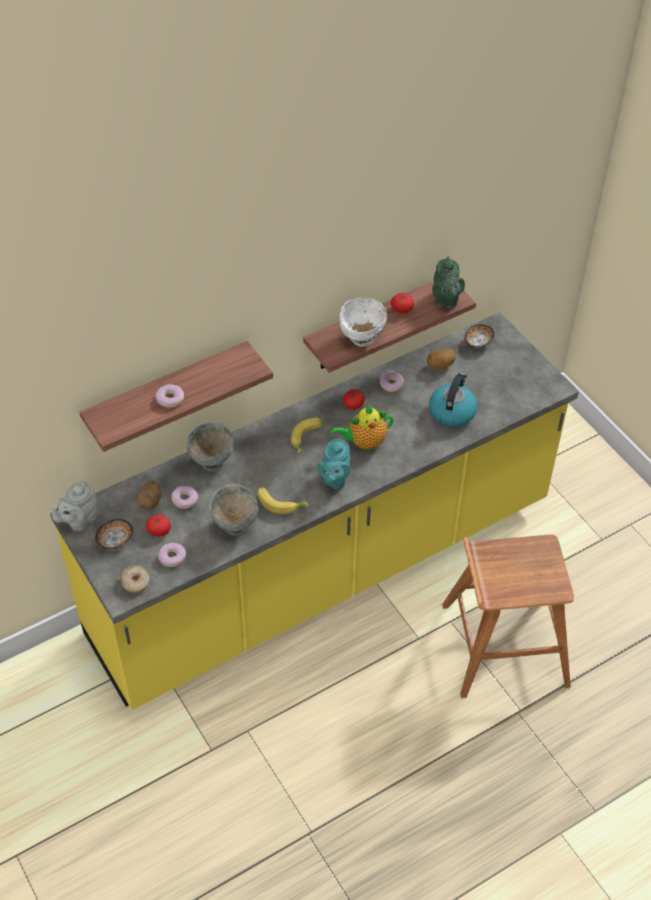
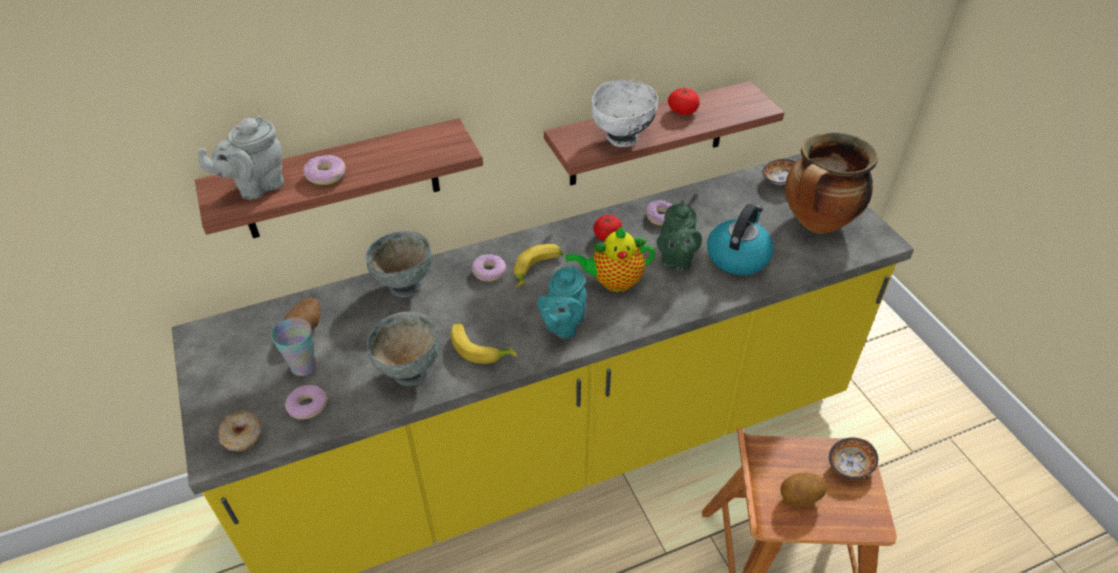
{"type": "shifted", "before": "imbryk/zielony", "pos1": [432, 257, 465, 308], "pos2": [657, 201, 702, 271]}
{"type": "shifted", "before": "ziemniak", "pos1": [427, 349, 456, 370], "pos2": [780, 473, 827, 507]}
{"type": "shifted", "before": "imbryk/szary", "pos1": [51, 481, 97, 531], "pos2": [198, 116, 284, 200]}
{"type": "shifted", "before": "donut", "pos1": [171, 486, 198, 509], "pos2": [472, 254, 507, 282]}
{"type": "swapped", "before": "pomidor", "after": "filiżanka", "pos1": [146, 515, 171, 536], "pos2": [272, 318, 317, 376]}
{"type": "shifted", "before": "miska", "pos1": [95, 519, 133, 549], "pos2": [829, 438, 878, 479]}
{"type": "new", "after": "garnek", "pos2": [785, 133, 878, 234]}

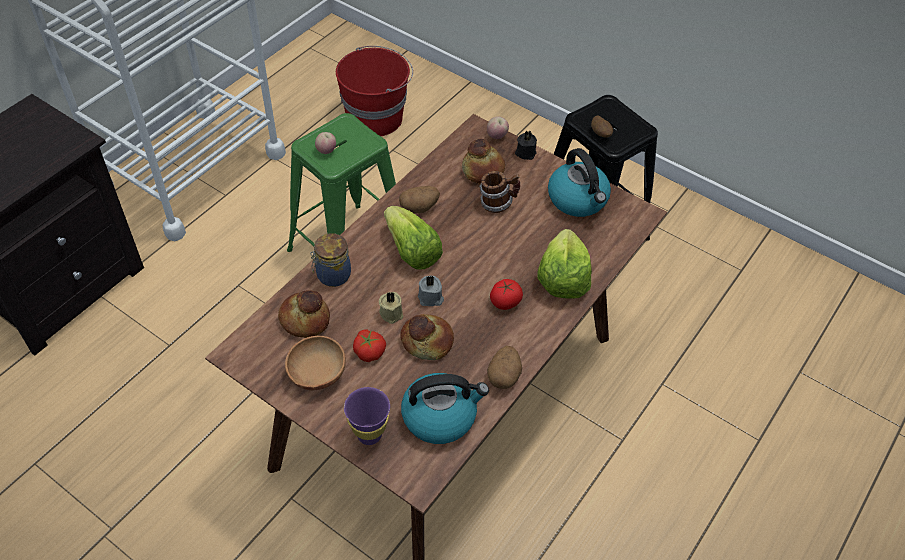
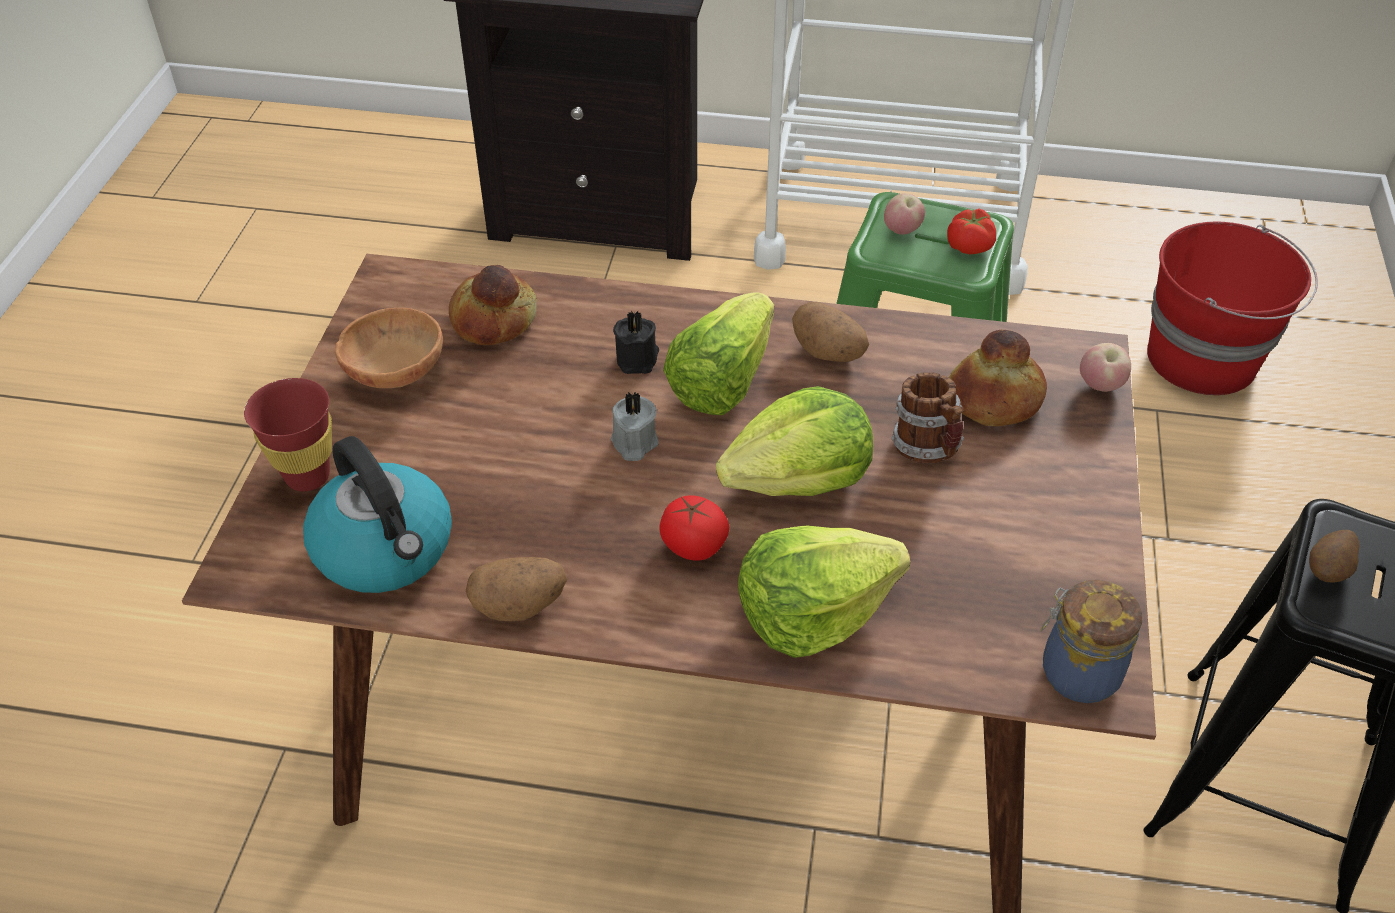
{"type": "shifted", "before": "świeca/czarny", "pos1": [515, 130, 537, 160], "pos2": [613, 311, 659, 374]}
{"type": "gone", "before": "czajnik", "pos1": [548, 148, 611, 217]}
{"type": "shifted", "before": "słoik", "pos1": [310, 233, 351, 287], "pos2": [1040, 580, 1142, 703]}
{"type": "gone", "before": "świeca/beżowy", "pos1": [379, 292, 403, 324]}
{"type": "gone", "before": "chleb", "pos1": [400, 314, 454, 360]}
{"type": "shifted", "before": "pomidor", "pos1": [353, 329, 386, 362], "pos2": [947, 209, 996, 255]}
{"type": "repainted", "before": "filiżanka/fioletowy", "after": "filiżanka/czerwony", "pos1": [344, 387, 390, 445], "pos2": [244, 378, 332, 491]}
{"type": "new", "after": "sałata", "pos2": [716, 386, 873, 496]}

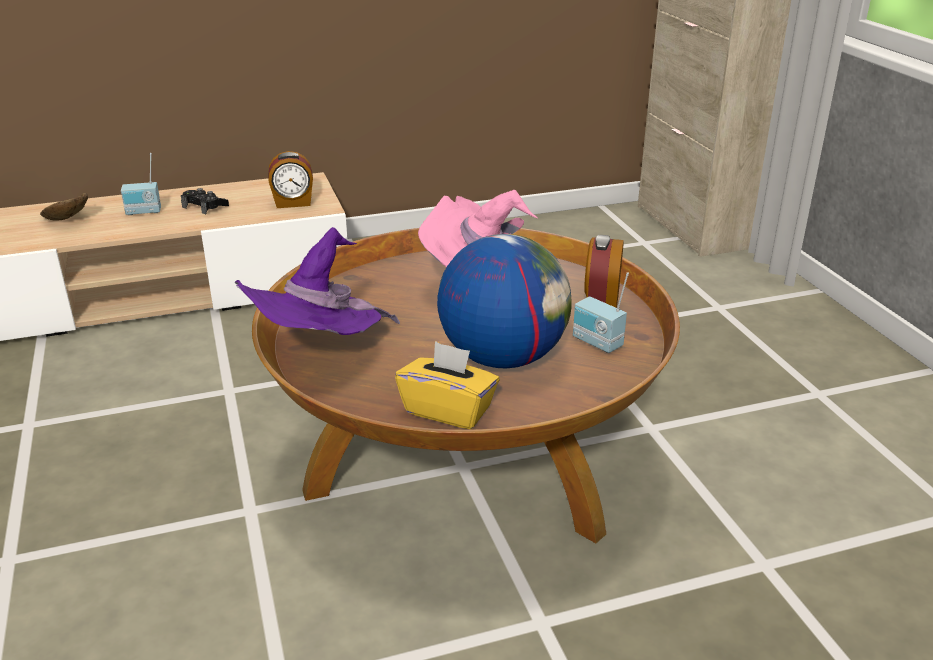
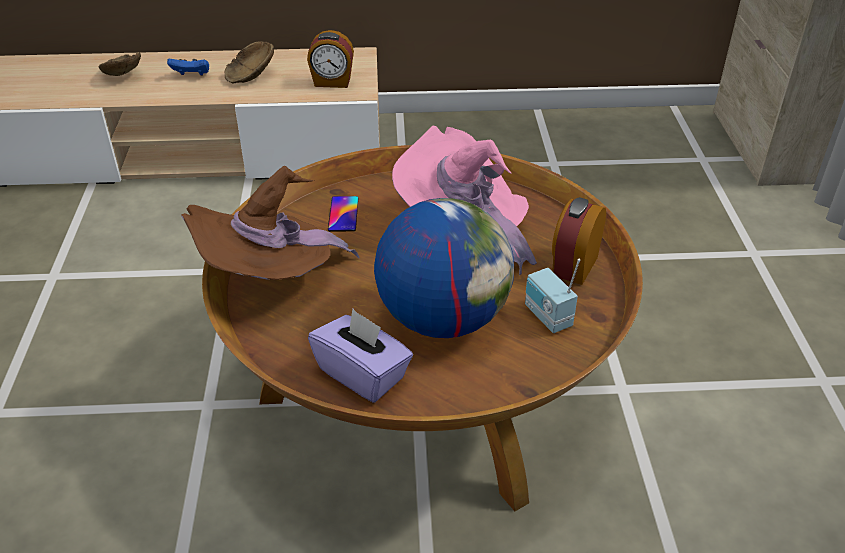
{"type": "swapped", "before": "radio", "after": "pad do gier/niebieski", "pos1": [121, 153, 161, 215], "pos2": [167, 59, 209, 75]}
{"type": "swapped", "before": "pad do gier/czarny", "after": "miska/brązowy", "pos1": [181, 188, 229, 214], "pos2": [225, 41, 274, 84]}
{"type": "repainted", "before": "kapelusz/fioletowy", "after": "kapelusz/brązowy", "pos1": [234, 227, 400, 335], "pos2": [181, 166, 360, 280]}
{"type": "repainted", "before": "pudełko chusteczek/żółty", "after": "pudełko chusteczek/fioletowy", "pos1": [395, 341, 499, 429], "pos2": [308, 308, 413, 402]}
{"type": "new", "after": "telefon", "pos2": [328, 196, 358, 231]}

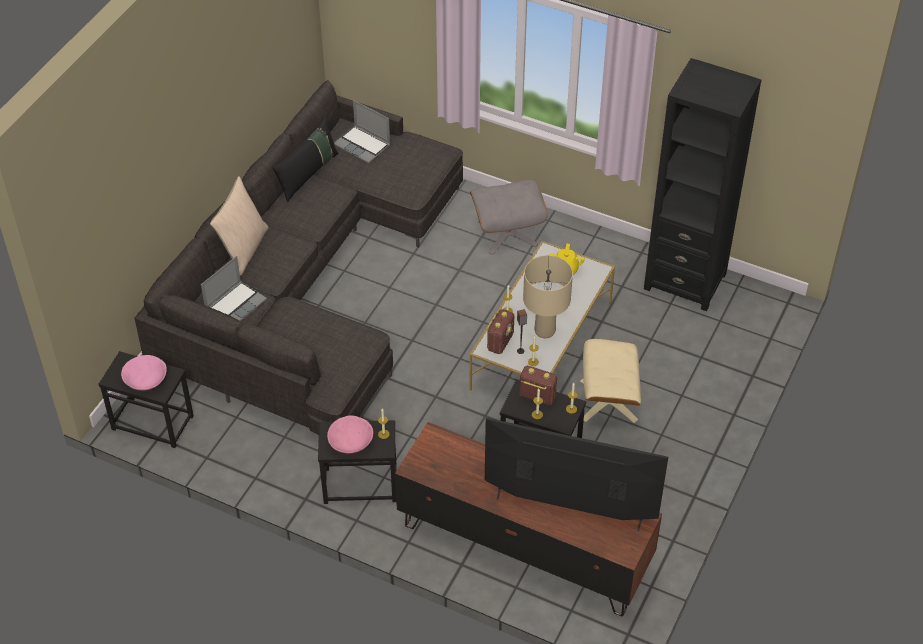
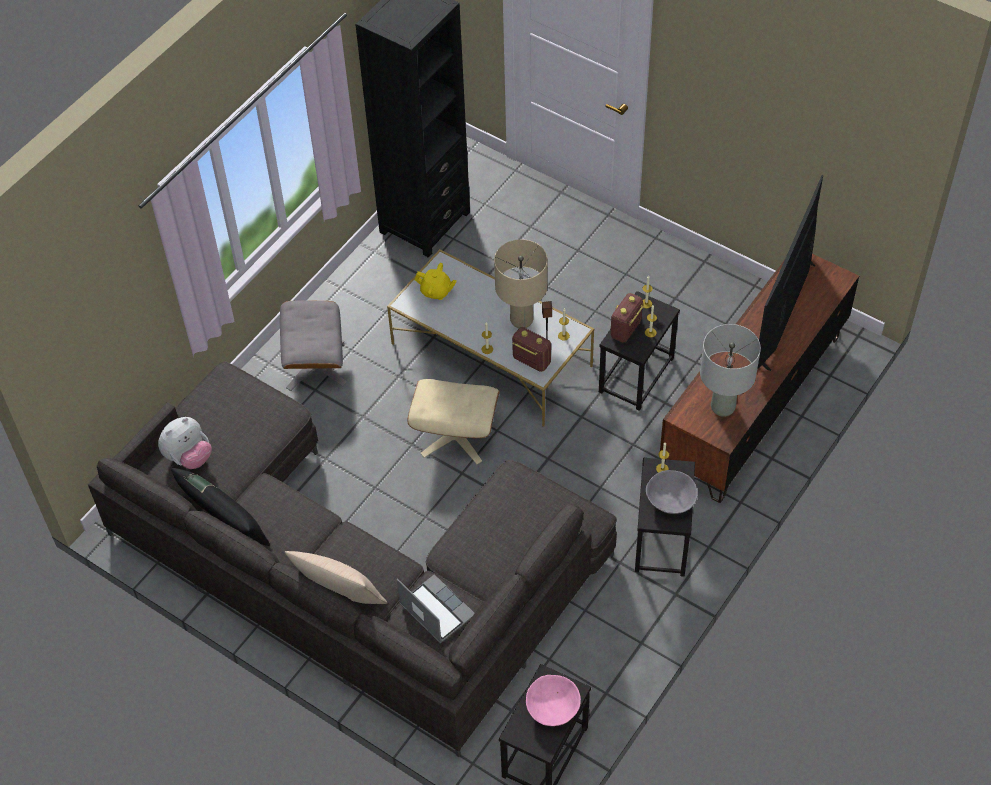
{"type": "swapped", "before": "laptop", "after": "pluszak", "pos1": [334, 100, 391, 163], "pos2": [158, 417, 212, 469]}
{"type": "shifted", "before": "pufa/beżowy", "pos1": [580, 339, 641, 423], "pos2": [407, 379, 500, 464]}
{"type": "repainted", "before": "miska/różowy", "after": "miska/szary", "pos1": [327, 415, 373, 453], "pos2": [646, 470, 698, 514]}
{"type": "new", "after": "lampa stołowa/szary", "pos2": [700, 324, 761, 417]}

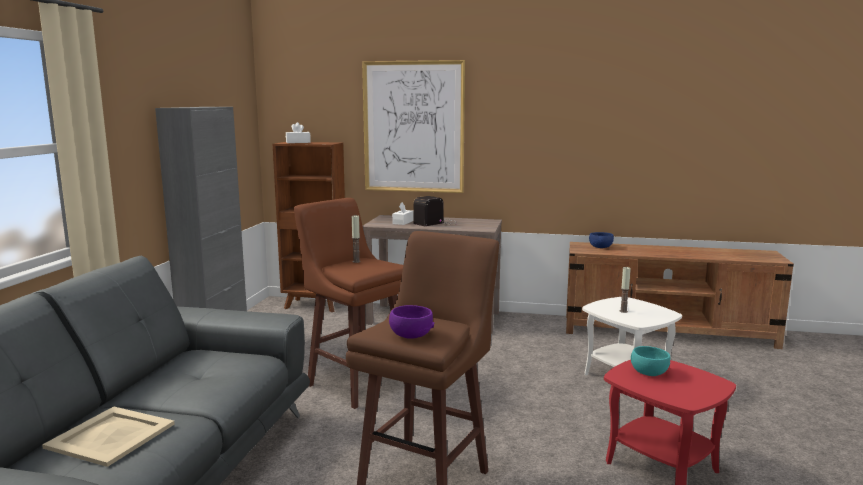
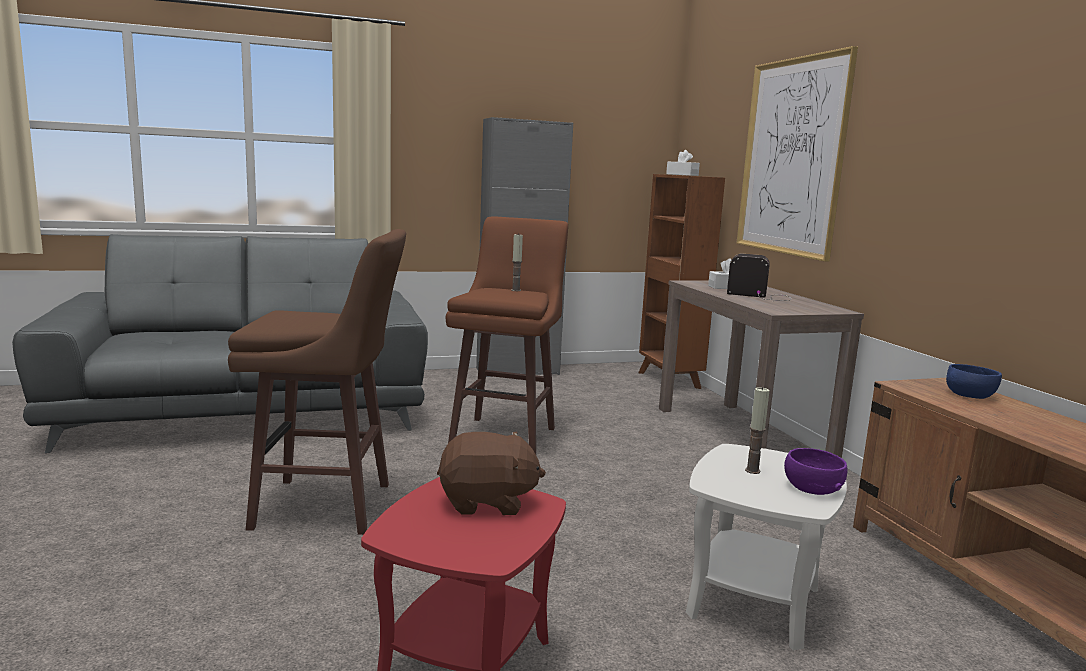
{"type": "shifted", "before": "miska/fioletowy", "pos1": [389, 305, 435, 339], "pos2": [784, 448, 848, 495]}
{"type": "swapped", "before": "miska/turkusowy", "after": "pluszak/brązowy", "pos1": [631, 346, 670, 376], "pos2": [437, 432, 546, 515]}
{"type": "gone", "before": "taca/beżowy", "pos1": [42, 407, 175, 467]}

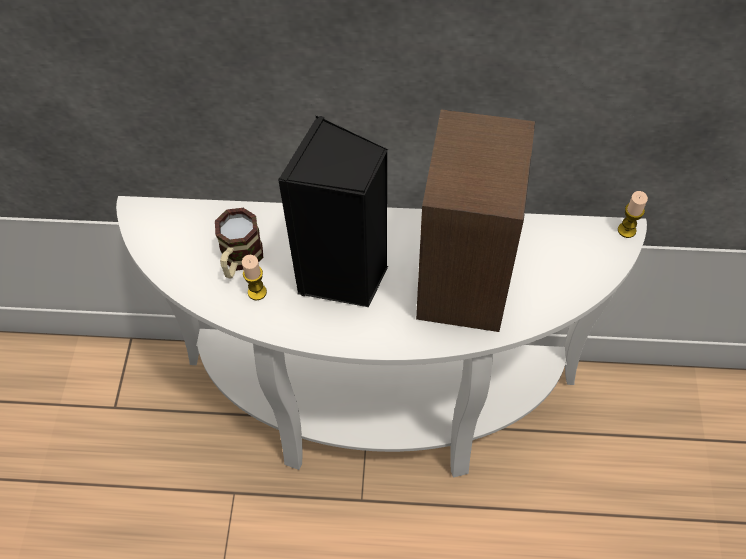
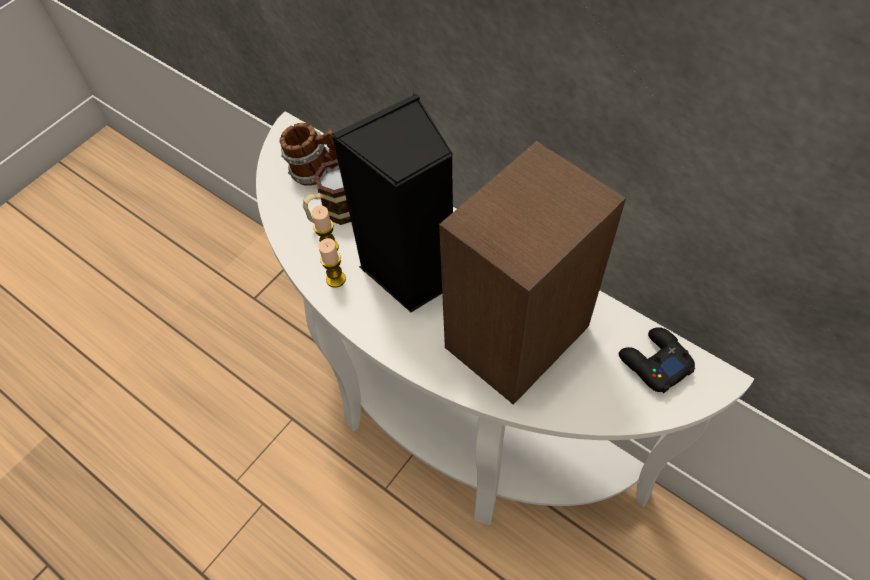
{"type": "shifted", "before": "świeca", "pos1": [618, 191, 648, 238], "pos2": [319, 238, 346, 288]}
{"type": "new", "after": "kubek", "pos2": [279, 123, 337, 186]}
{"type": "new", "after": "pad do gier/czarny", "pos2": [619, 327, 695, 393]}

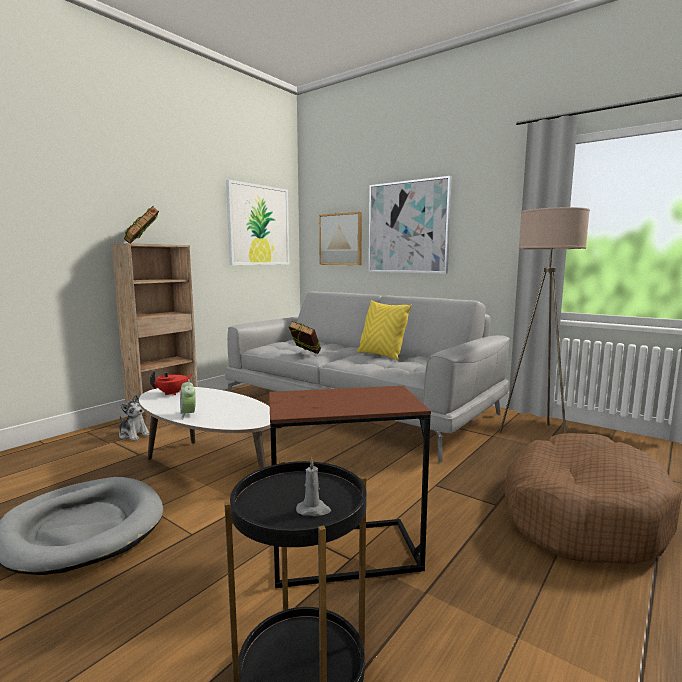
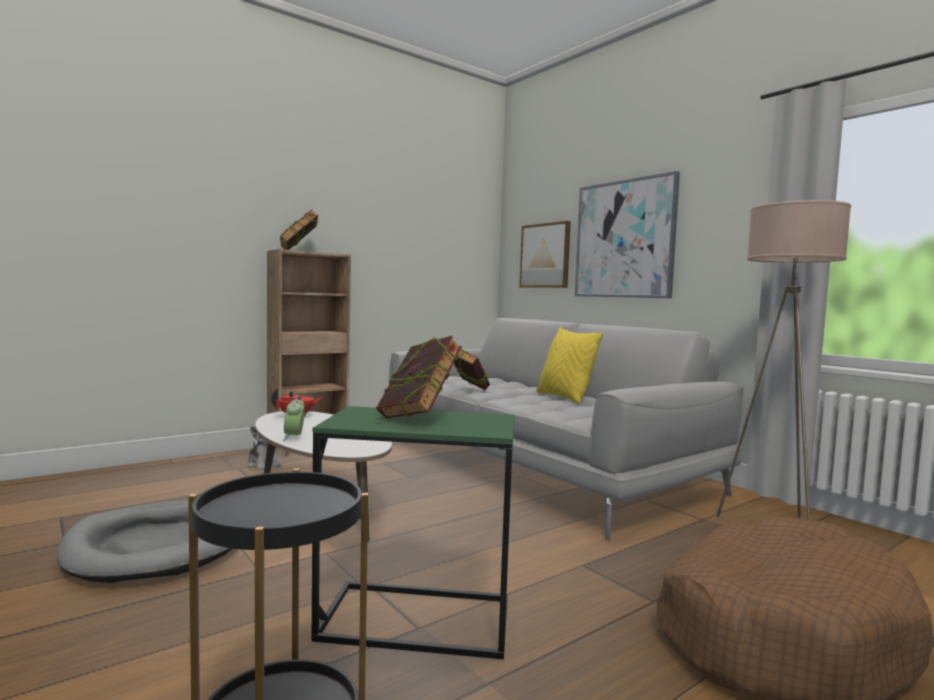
{"type": "gone", "before": "obraz", "pos1": [226, 180, 289, 265]}
{"type": "repainted", "before": "stolik/brązowy", "after": "stolik/zielony", "pos1": [269, 386, 431, 588], "pos2": [311, 406, 515, 659]}
{"type": "gone", "before": "świeca/szary", "pos1": [296, 458, 331, 516]}
{"type": "new", "after": "książka", "pos2": [376, 336, 462, 418]}

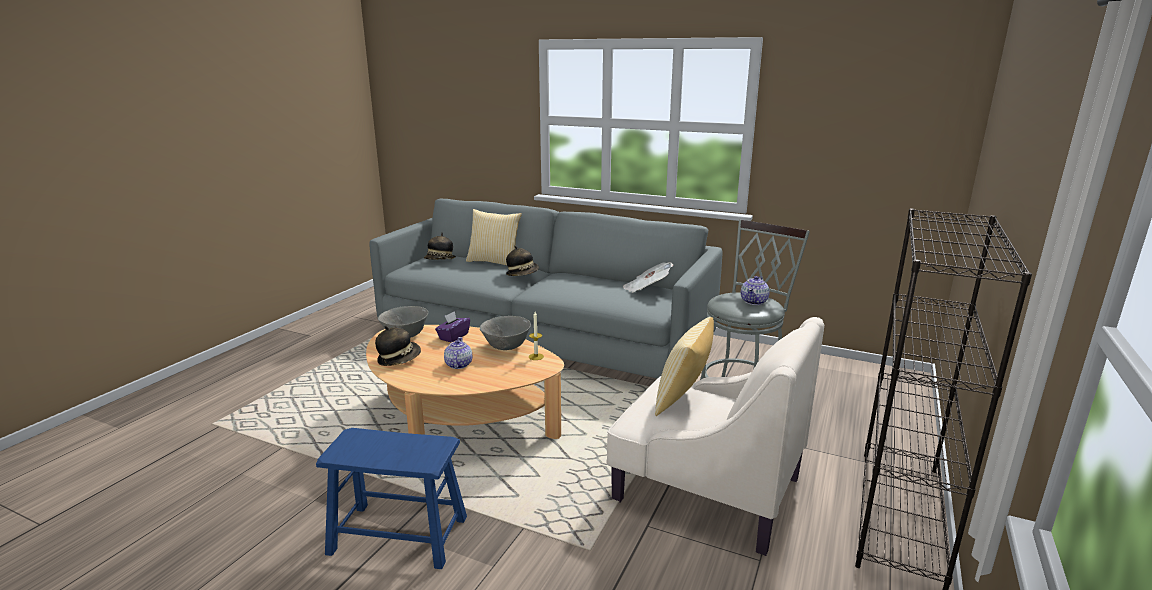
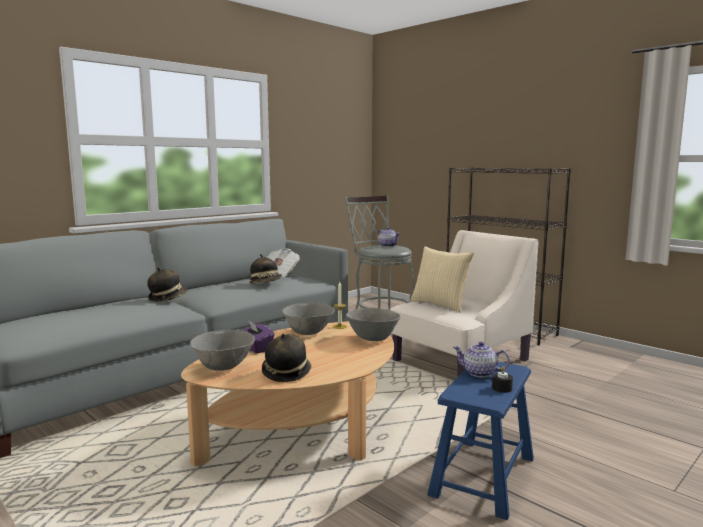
{"type": "gone", "before": "poduszka", "pos1": [466, 209, 522, 265]}
{"type": "shifted", "before": "kapelusz", "pos1": [424, 233, 456, 260], "pos2": [249, 254, 282, 284]}
{"type": "shifted", "before": "imbryk", "pos1": [444, 337, 472, 369], "pos2": [453, 342, 510, 378]}
{"type": "new", "after": "miska/szary", "pos2": [346, 308, 401, 341]}
{"type": "new", "after": "świeca/czarny", "pos2": [492, 366, 513, 393]}

